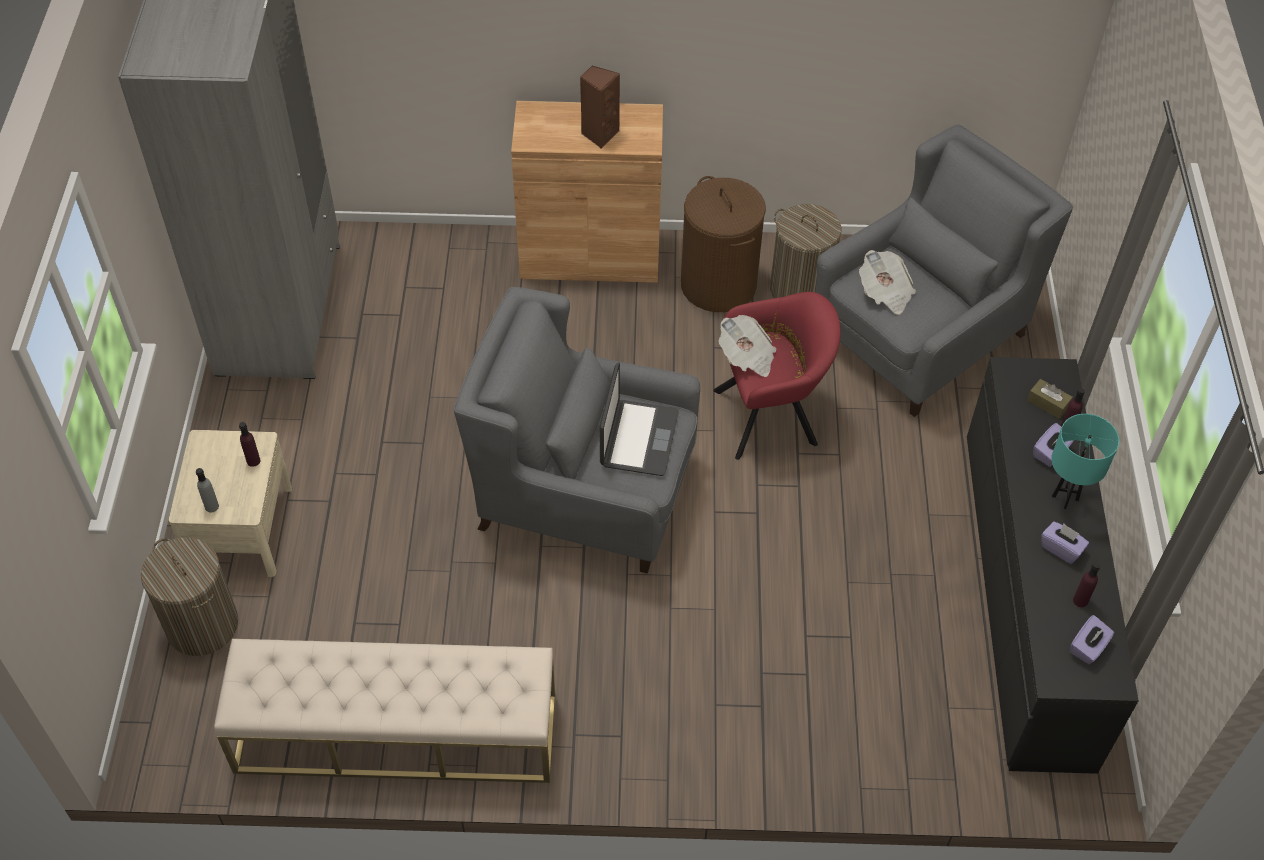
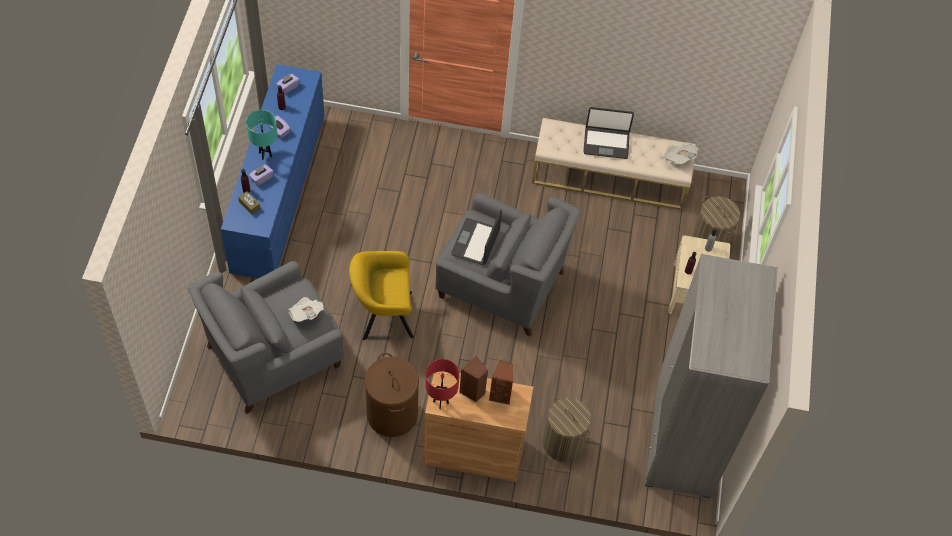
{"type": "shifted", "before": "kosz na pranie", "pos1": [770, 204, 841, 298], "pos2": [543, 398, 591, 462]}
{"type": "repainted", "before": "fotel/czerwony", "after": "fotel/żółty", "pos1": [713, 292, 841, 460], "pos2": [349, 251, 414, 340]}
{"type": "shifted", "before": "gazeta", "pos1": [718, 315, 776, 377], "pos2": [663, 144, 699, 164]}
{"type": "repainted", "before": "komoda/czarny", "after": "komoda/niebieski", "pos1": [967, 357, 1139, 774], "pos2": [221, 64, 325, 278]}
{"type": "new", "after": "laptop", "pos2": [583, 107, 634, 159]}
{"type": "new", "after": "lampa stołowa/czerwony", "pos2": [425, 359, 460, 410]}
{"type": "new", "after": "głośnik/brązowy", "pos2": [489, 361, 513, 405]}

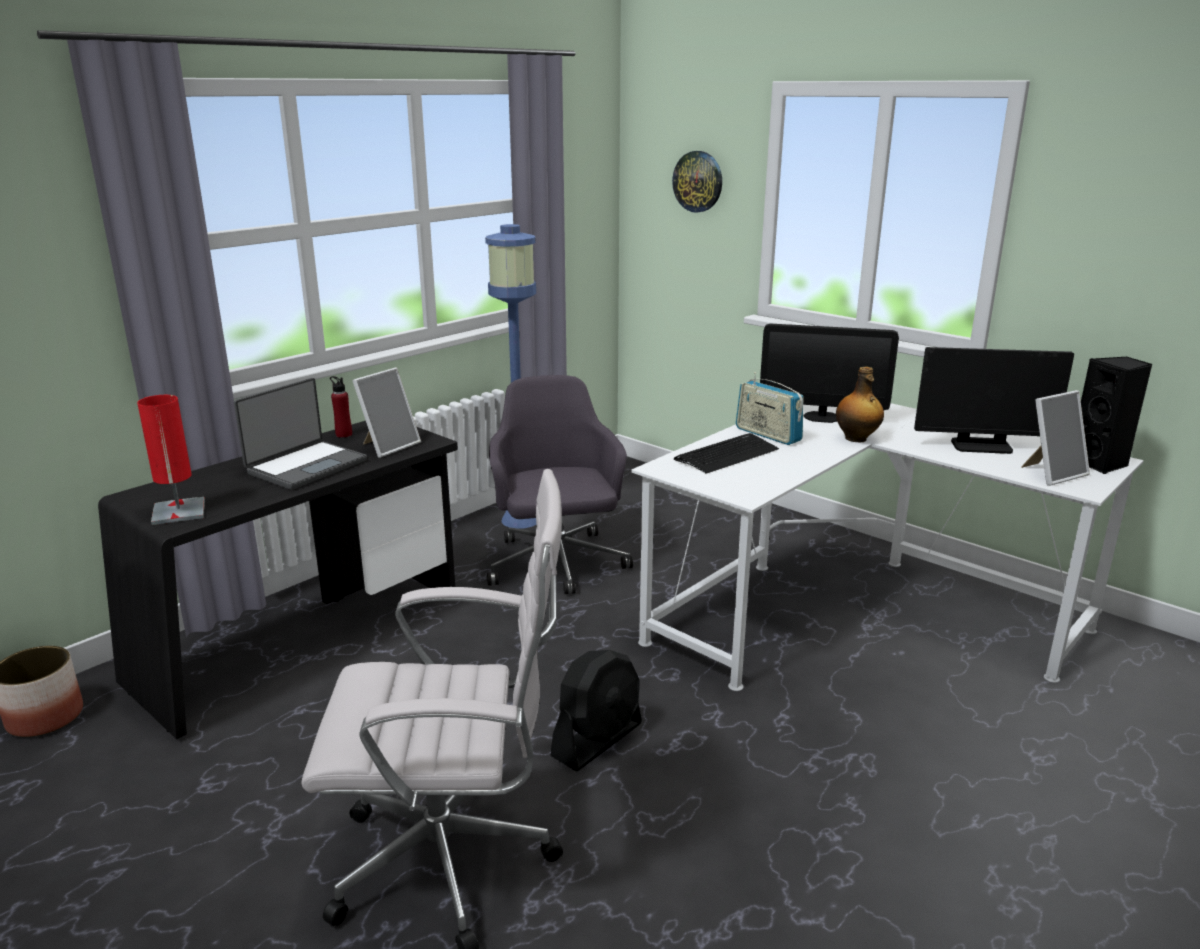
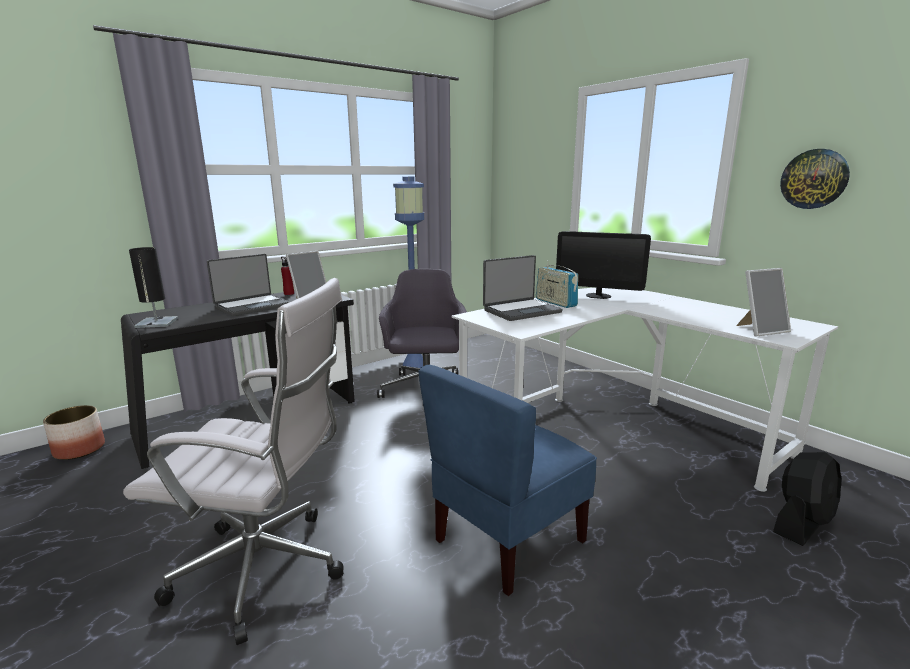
{"type": "shifted", "before": "zegar ścienny", "pos1": [672, 151, 722, 213], "pos2": [780, 149, 850, 209]}
{"type": "gone", "before": "monitor", "pos1": [914, 347, 1074, 454]}
{"type": "gone", "before": "głośnik/czarny", "pos1": [1081, 357, 1152, 474]}
{"type": "gone", "before": "butelka", "pos1": [836, 367, 884, 442]}
{"type": "repainted", "before": "lampa stołowa/czerwony", "after": "lampa stołowa/czarny", "pos1": [137, 395, 205, 525], "pos2": [129, 247, 178, 328]}
{"type": "swapped", "before": "klawiatura", "after": "laptop", "pos1": [674, 433, 779, 474], "pos2": [483, 255, 563, 321]}
{"type": "shifted", "before": "wentylator/czarny", "pos1": [551, 650, 642, 771], "pos2": [773, 452, 842, 546]}
{"type": "new", "after": "krzesło/niebieski", "pos2": [418, 365, 597, 596]}

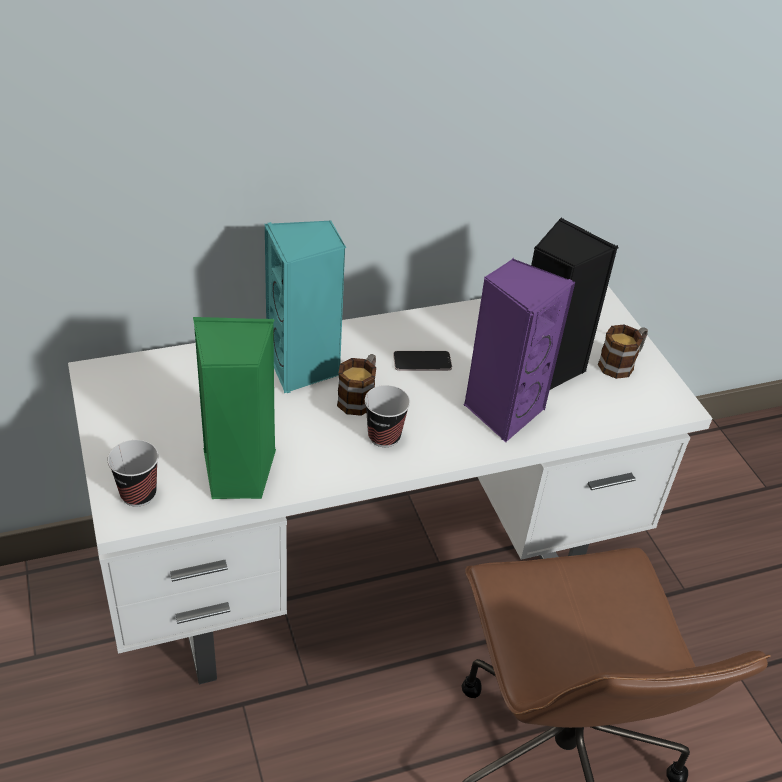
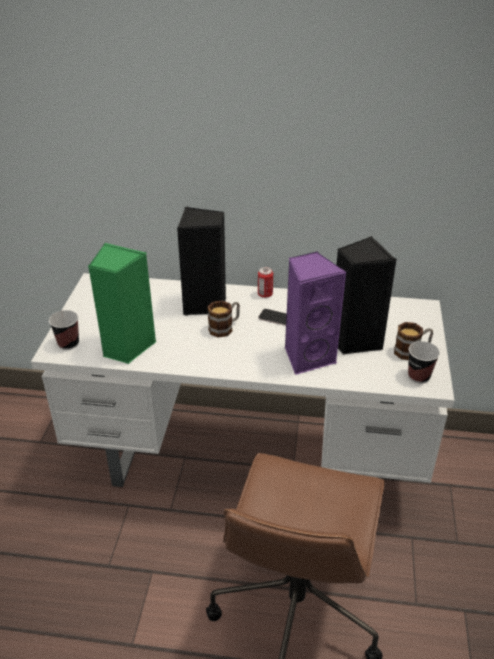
{"type": "repainted", "before": "głośnik/turkusowy", "after": "głośnik/czarny", "pos1": [265, 221, 346, 393], "pos2": [177, 207, 226, 316]}
{"type": "shifted", "before": "filiżanka", "pos1": [365, 385, 410, 447], "pos2": [408, 341, 440, 383]}
{"type": "new", "after": "puszka", "pos2": [258, 267, 273, 298]}

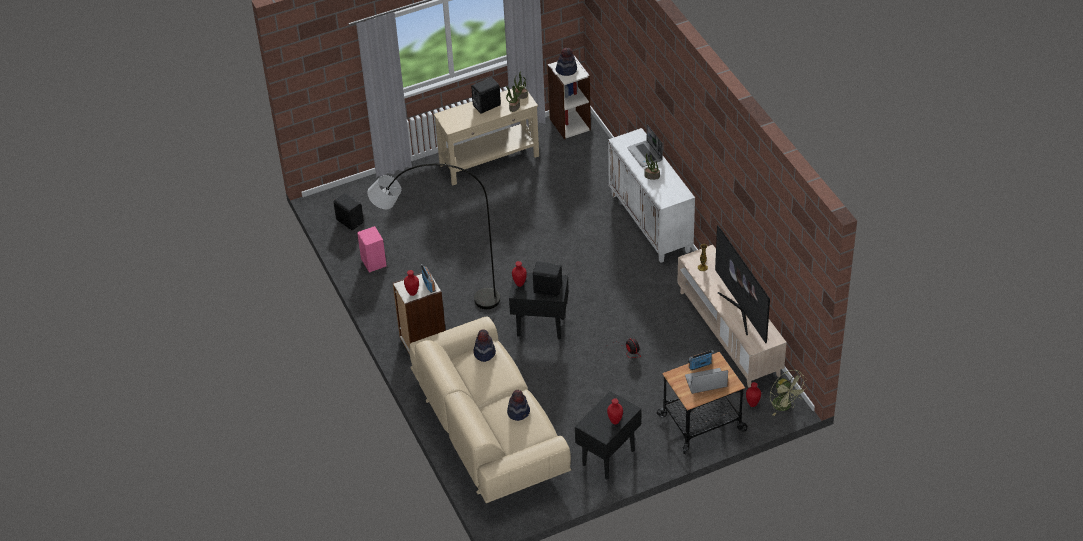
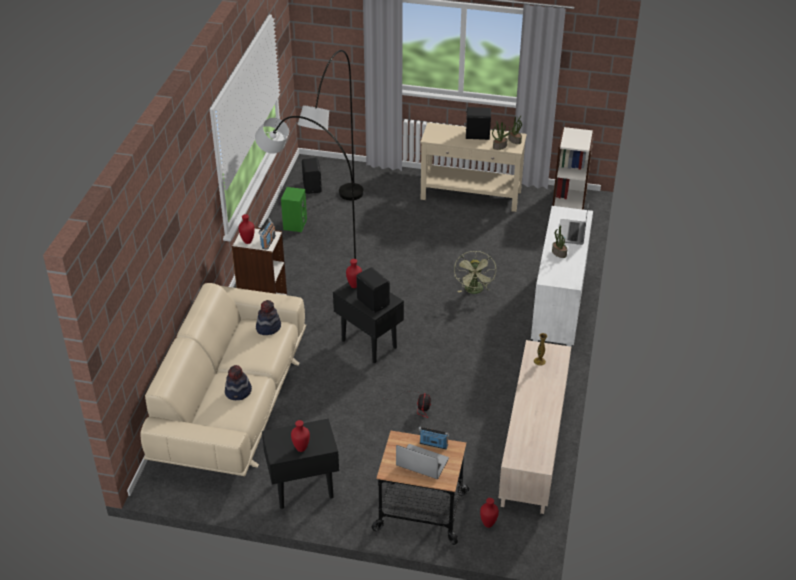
{"type": "gone", "before": "kapelusz", "pos1": [555, 48, 577, 76]}
{"type": "gone", "before": "telewizor", "pos1": [715, 225, 770, 343]}
{"type": "repainted", "before": "głośnik/różowy", "after": "głośnik/zielony", "pos1": [357, 226, 387, 273], "pos2": [281, 187, 307, 232]}
{"type": "shifted", "before": "wentylator/zielony", "pos1": [770, 370, 808, 416], "pos2": [454, 251, 496, 294]}
{"type": "new", "after": "lampa stojąca/szary", "pos2": [297, 50, 364, 200]}

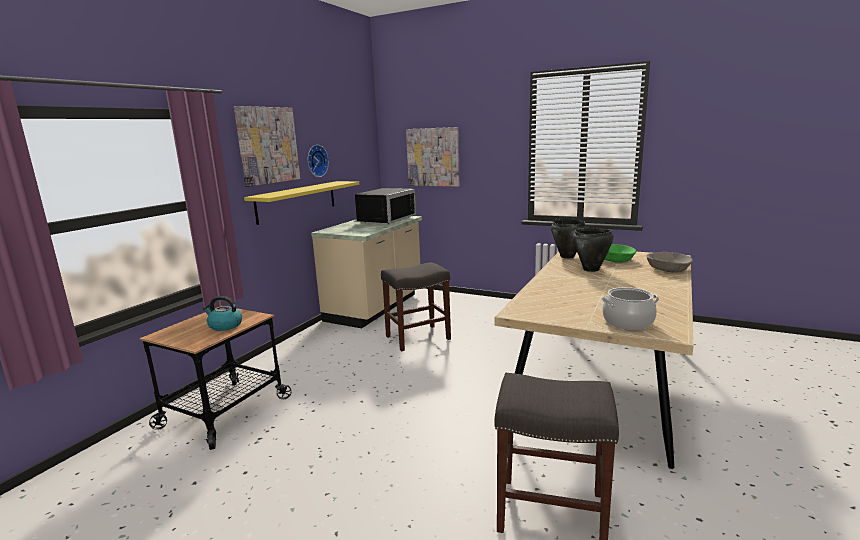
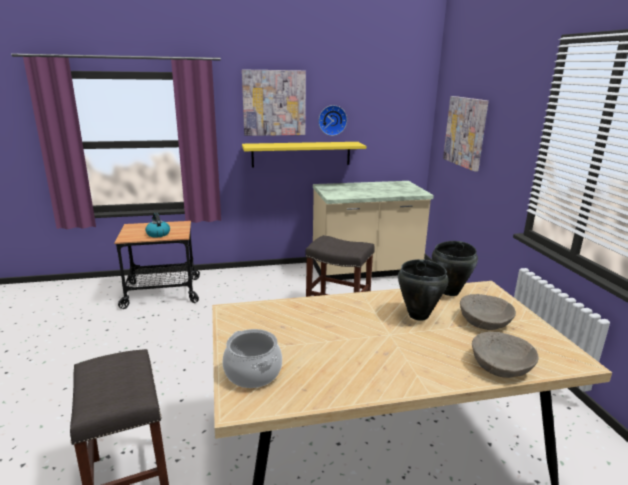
{"type": "gone", "before": "mikrofalówka/czarny", "pos1": [354, 188, 416, 224]}
{"type": "repainted", "before": "miska/zielony", "after": "miska/beżowy", "pos1": [604, 244, 636, 263], "pos2": [460, 294, 516, 330]}

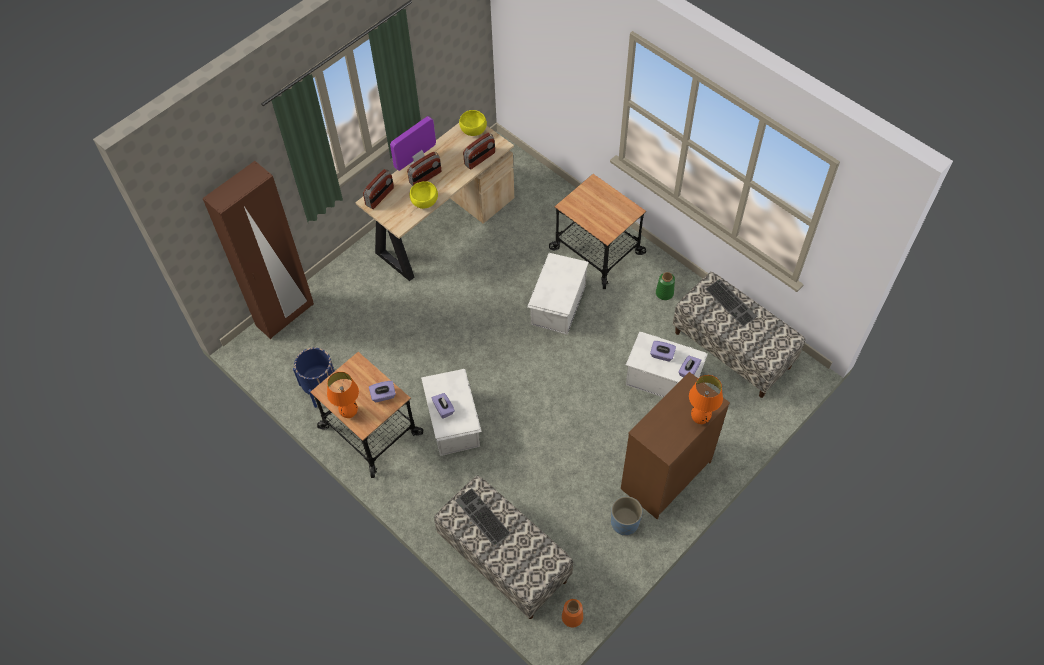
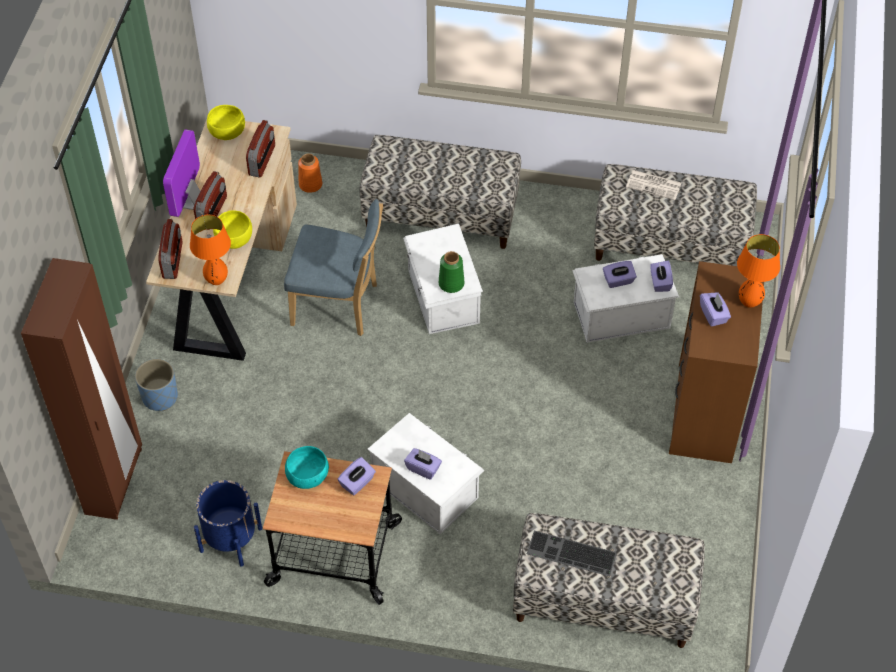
{"type": "swapped", "before": "wózek", "after": "ławka", "pos1": [549, 174, 646, 289], "pos2": [359, 135, 521, 249]}
{"type": "shifted", "before": "wazon/zielony", "pos1": [656, 272, 675, 300], "pos2": [439, 251, 464, 293]}
{"type": "swapped", "before": "klawiatura", "after": "gazeta", "pos1": [706, 279, 757, 326], "pos2": [626, 170, 682, 200]}
{"type": "shifted", "before": "lampa stołowa/pomarańczowy", "pos1": [327, 372, 359, 418], "pos2": [190, 215, 231, 285]}
{"type": "shifted", "before": "donica/niebieski", "pos1": [611, 496, 642, 536], "pos2": [135, 359, 178, 411]}
{"type": "shifted", "before": "wazon/pomarańczowy", "pos1": [562, 599, 583, 628], "pos2": [298, 154, 322, 193]}
{"type": "new", "after": "krzesło/niebieski", "pos2": [284, 199, 383, 336]}
{"type": "new", "after": "pudełko chusteczek/fioletowy", "pos2": [700, 292, 731, 327]}
{"type": "new", "after": "miska/turkusowy", "pos2": [285, 446, 329, 489]}

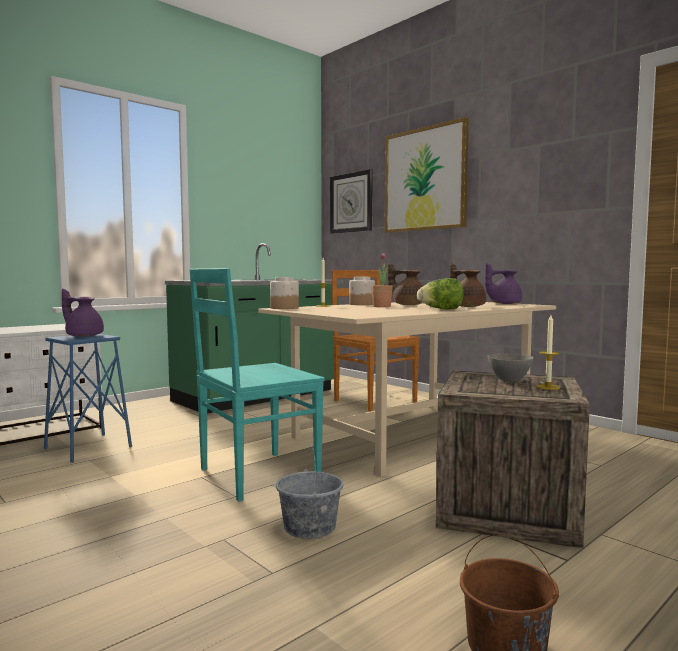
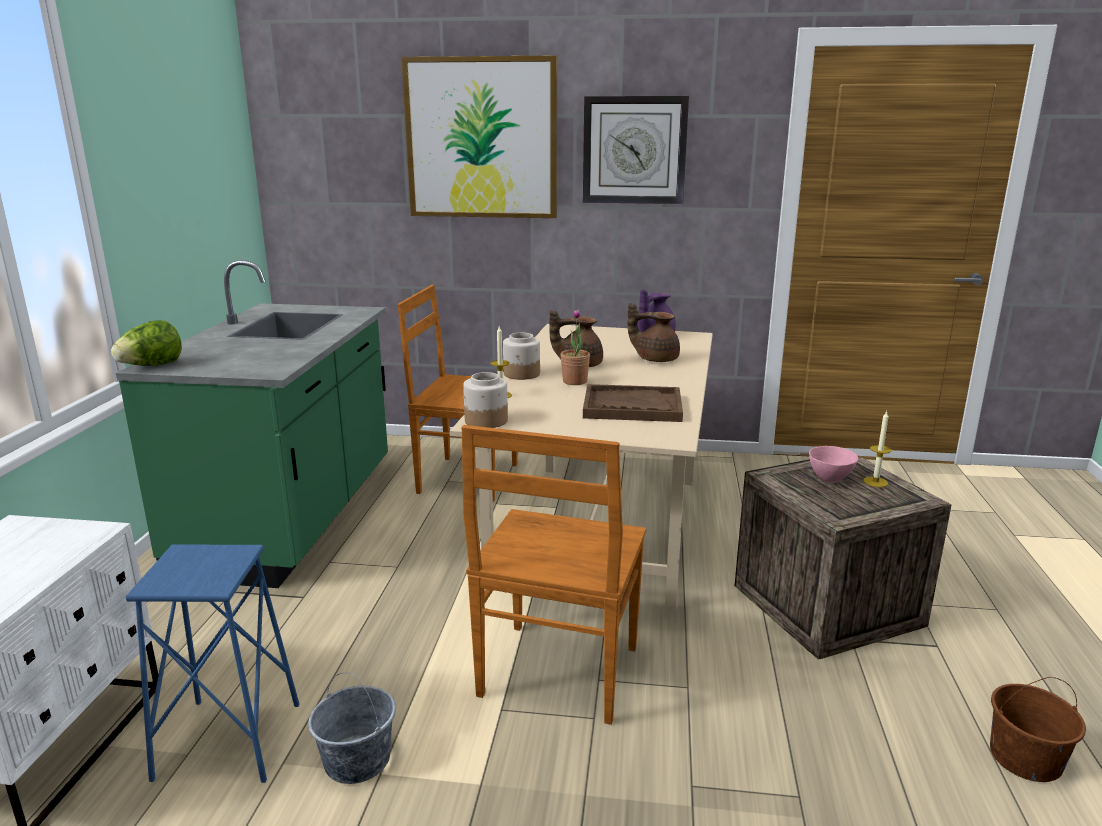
{"type": "shifted", "before": "zegar ścienny", "pos1": [330, 169, 373, 234], "pos2": [583, 96, 689, 204]}
{"type": "repainted", "before": "krzesło/turkusowy", "after": "krzesło/brązowy", "pos1": [190, 268, 325, 501], "pos2": [461, 425, 646, 725]}
{"type": "shifted", "before": "sałata", "pos1": [417, 278, 463, 310], "pos2": [111, 320, 182, 366]}
{"type": "gone", "before": "imbryk/fioletowy", "pos1": [62, 289, 104, 337]}
{"type": "repainted", "before": "miska/szary", "after": "miska/różowy", "pos1": [488, 353, 534, 382], "pos2": [809, 446, 858, 483]}
{"type": "shifted", "before": "wiadro/szary", "pos1": [276, 448, 343, 539], "pos2": [308, 672, 396, 784]}
{"type": "new", "after": "taca/brązowy", "pos2": [583, 384, 683, 422]}

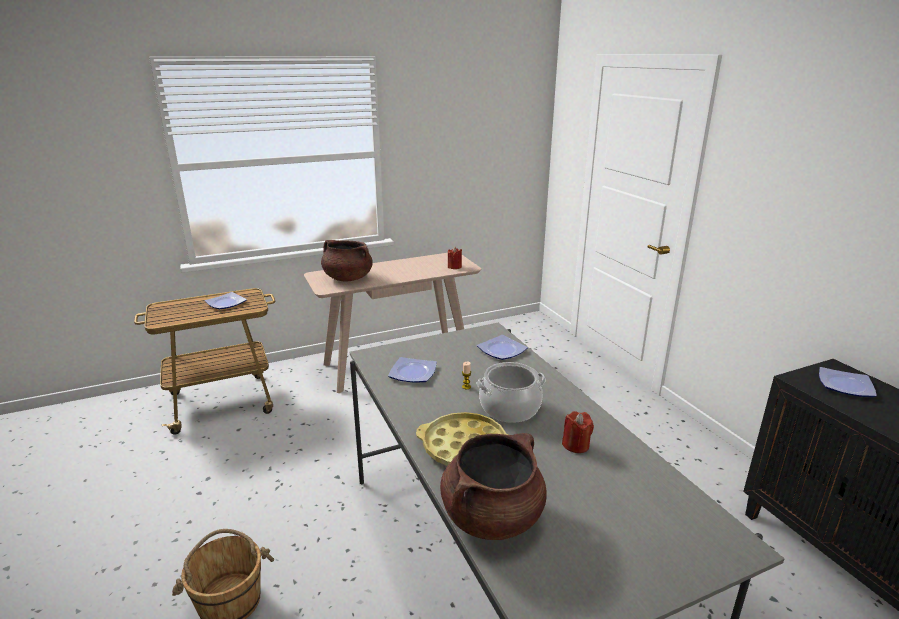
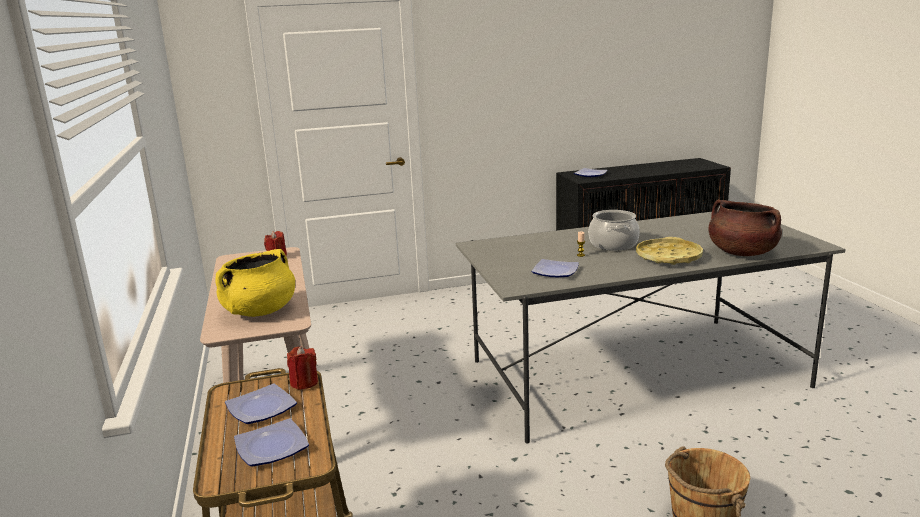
{"type": "repainted", "before": "garnek/brązowy", "after": "garnek/żółty", "pos1": [321, 240, 373, 281], "pos2": [216, 249, 295, 317]}
{"type": "shifted", "before": "talerz", "pos1": [477, 335, 528, 360], "pos2": [234, 418, 309, 467]}
{"type": "shifted", "before": "świeca/czerwony", "pos1": [562, 411, 594, 453], "pos2": [287, 346, 318, 390]}

